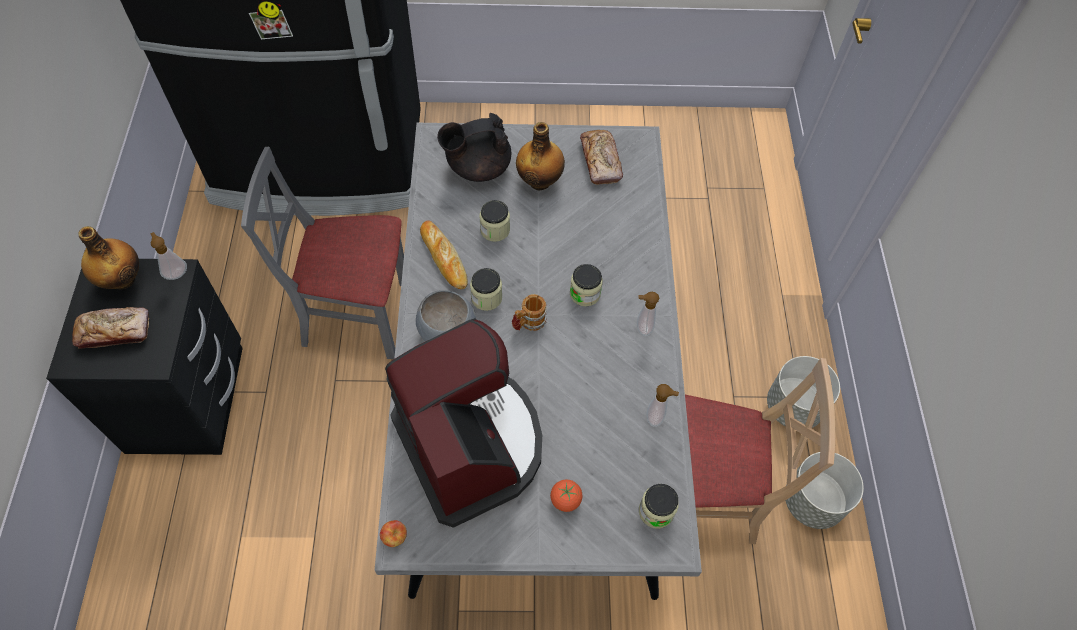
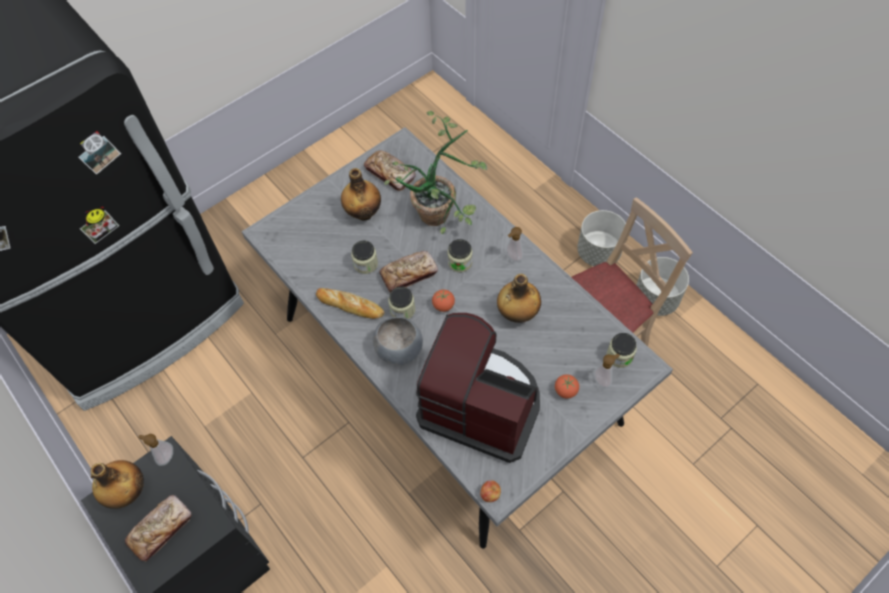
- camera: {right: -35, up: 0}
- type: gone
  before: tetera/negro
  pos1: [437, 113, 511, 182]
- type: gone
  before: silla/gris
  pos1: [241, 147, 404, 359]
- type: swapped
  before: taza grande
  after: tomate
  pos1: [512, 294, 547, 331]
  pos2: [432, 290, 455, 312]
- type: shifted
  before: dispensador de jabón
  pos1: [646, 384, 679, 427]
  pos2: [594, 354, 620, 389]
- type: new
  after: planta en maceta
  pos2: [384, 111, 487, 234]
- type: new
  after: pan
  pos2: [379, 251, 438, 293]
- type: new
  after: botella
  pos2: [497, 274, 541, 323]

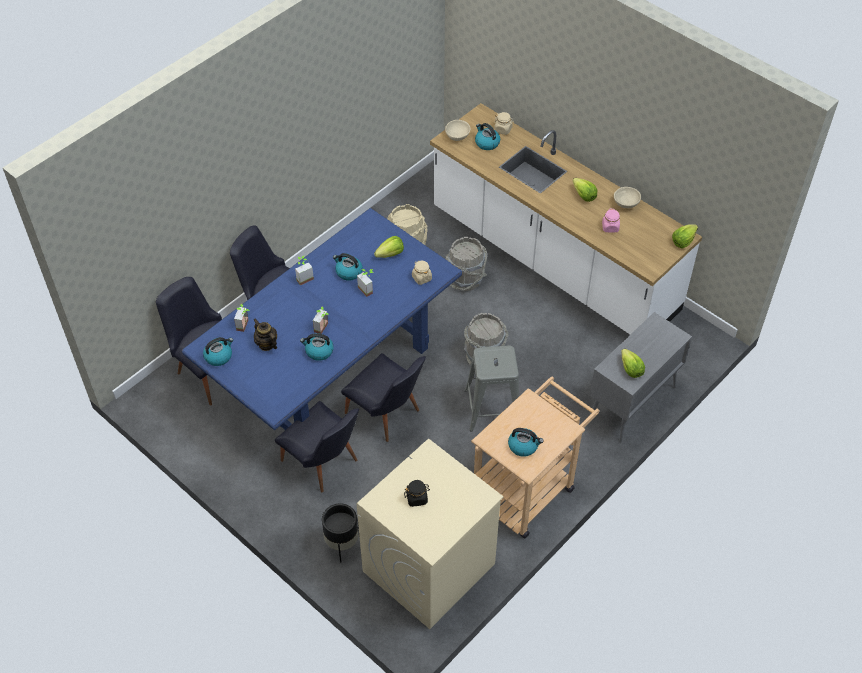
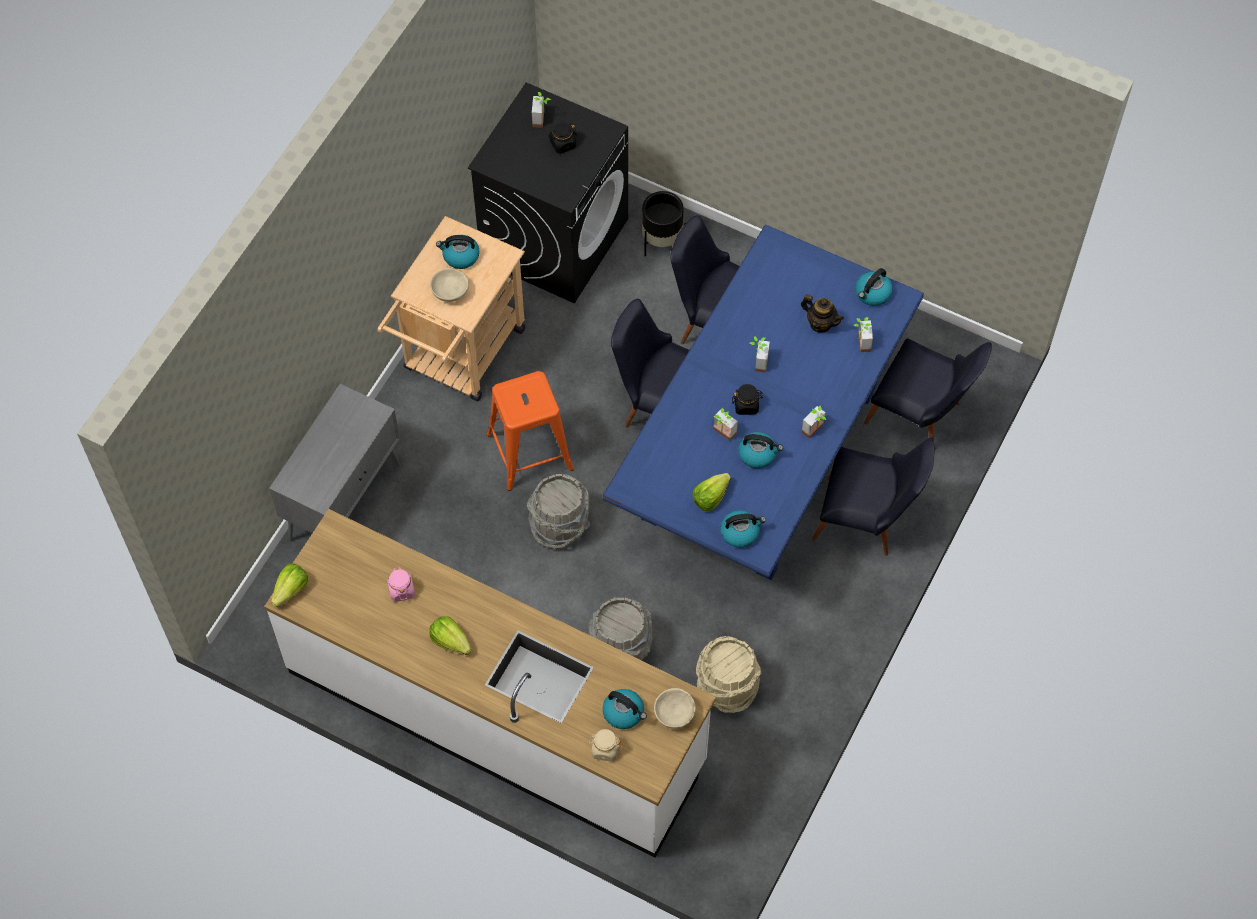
- camera: {right: 165, up: 10}
- type: shifted
  before: cuenco/beis
  pos1: [614, 187, 641, 208]
  pos2: [430, 268, 469, 302]
- type: gone
  before: tarro/beis
  pos1: [412, 260, 432, 285]
- type: shifted
  before: hervidor
  pos1: [300, 333, 334, 361]
  pos2: [720, 510, 766, 548]
- type: repainted
  before: taburete/gris
  after: taburete/naranja
  pos1: [464, 345, 519, 432]
  pos2: [486, 371, 574, 491]
- type: gone
  before: lechuga
  pos1: [621, 349, 645, 378]
- type: repainted
  before: lavadora/beis
  after: lavadora/negro
  pos1: [356, 439, 504, 629]
  pos2: [468, 82, 628, 303]
- type: new
  after: planta en maceta
  pos2: [532, 92, 551, 128]
- type: new
  after: tarro/negro
  pos2: [732, 384, 763, 415]

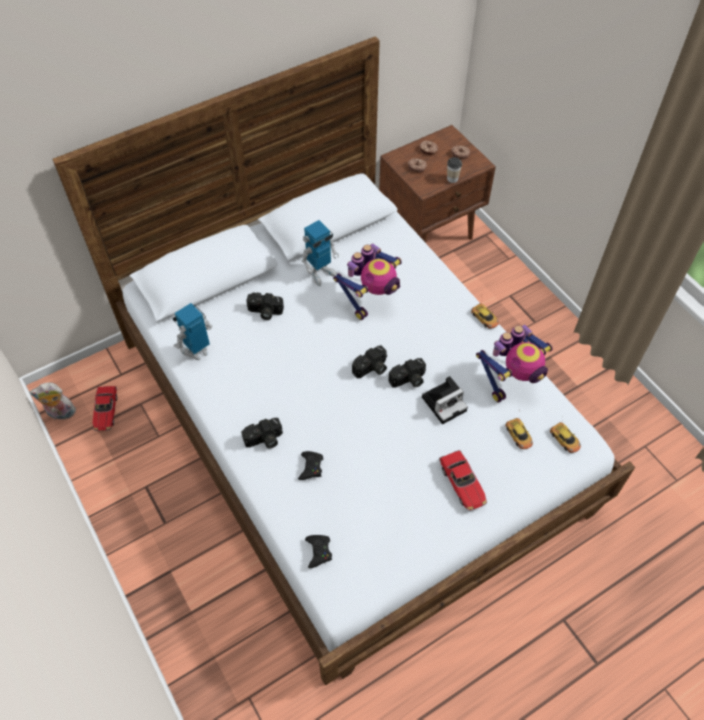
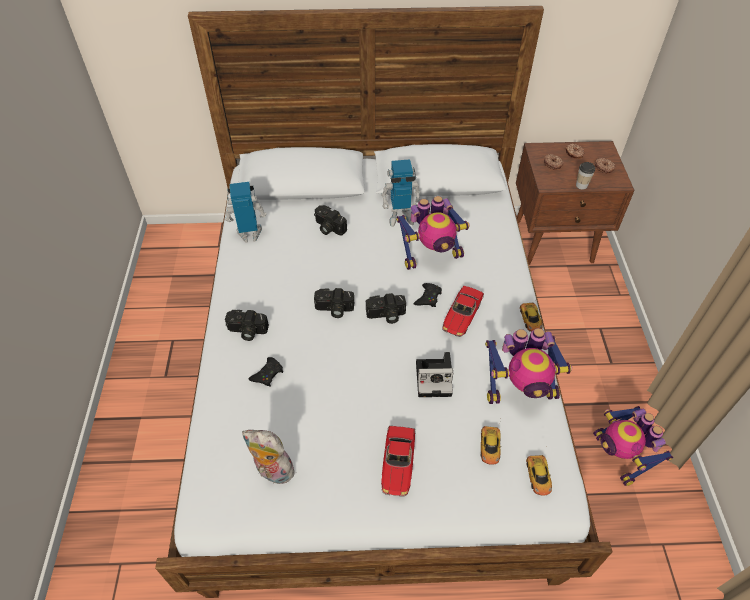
- camera: {right: 30, up: -5}
- type: shifted
  before: cámara
  pos1: [389, 358, 426, 388]
  pos2: [314, 288, 354, 318]
- type: shifted
  before: peluche
  pos1: [29, 382, 76, 420]
  pos2: [242, 430, 295, 484]
- type: shifted
  before: coche de juguete
  pos1: [93, 386, 117, 431]
  pos2: [442, 286, 484, 337]
- type: shifted
  before: mando de consola/negro
  pos1: [305, 535, 332, 568]
  pos2: [413, 283, 442, 307]
- type: new
  after: robot de juguete
  pos2: [593, 406, 673, 486]

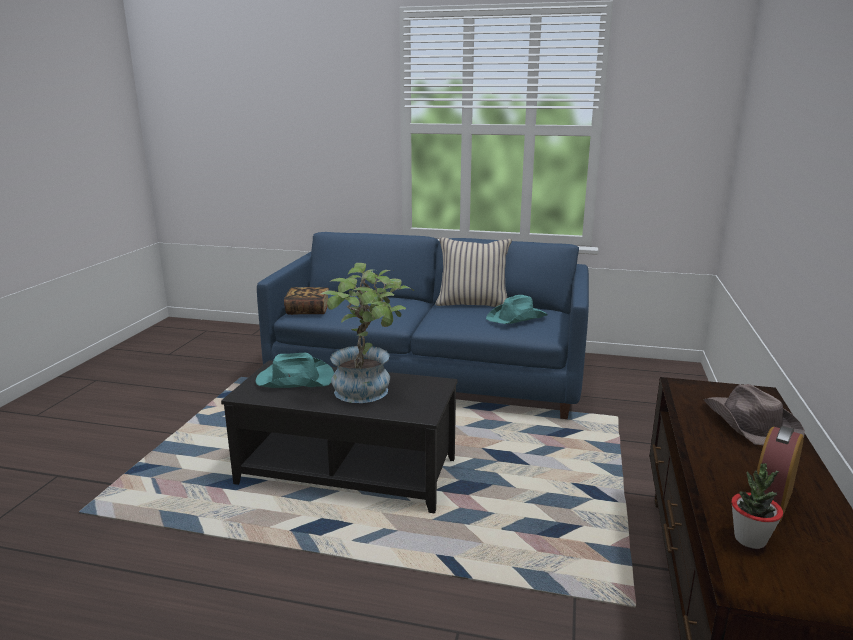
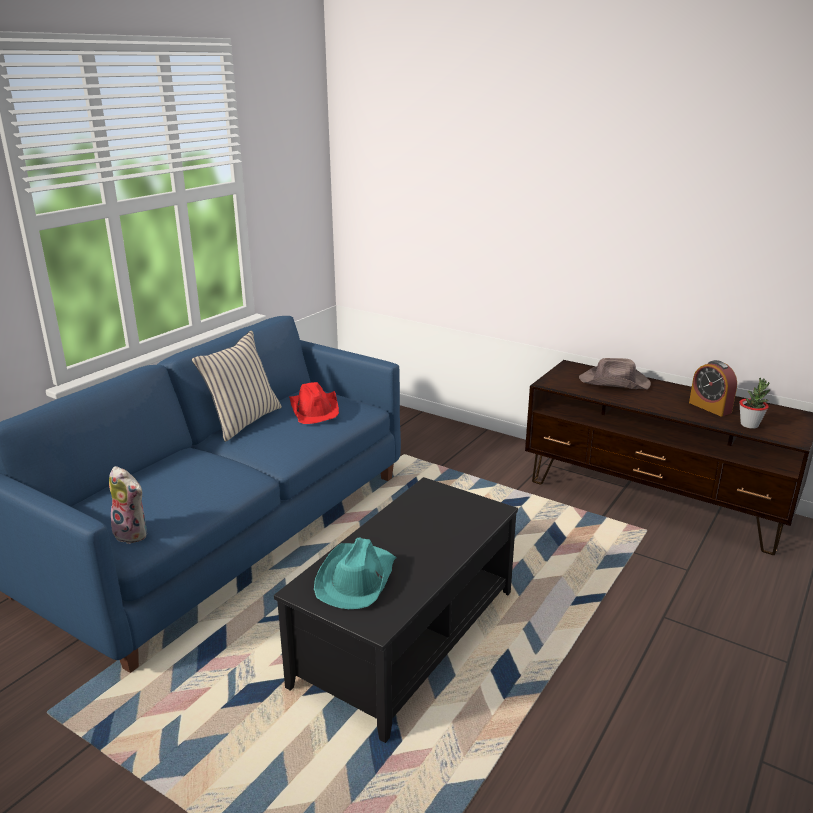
- camera: {right: -70, up: 5}
- type: gone
  before: planta en maceta
  pos1: [320, 263, 414, 403]
- type: swapped
  before: libro
  after: peluche
  pos1: [284, 287, 329, 315]
  pos2: [109, 466, 147, 544]
- type: repainted
  before: sombrero/turquesa
  after: sombrero/rojo
  pos1: [486, 295, 547, 324]
  pos2: [289, 382, 339, 424]

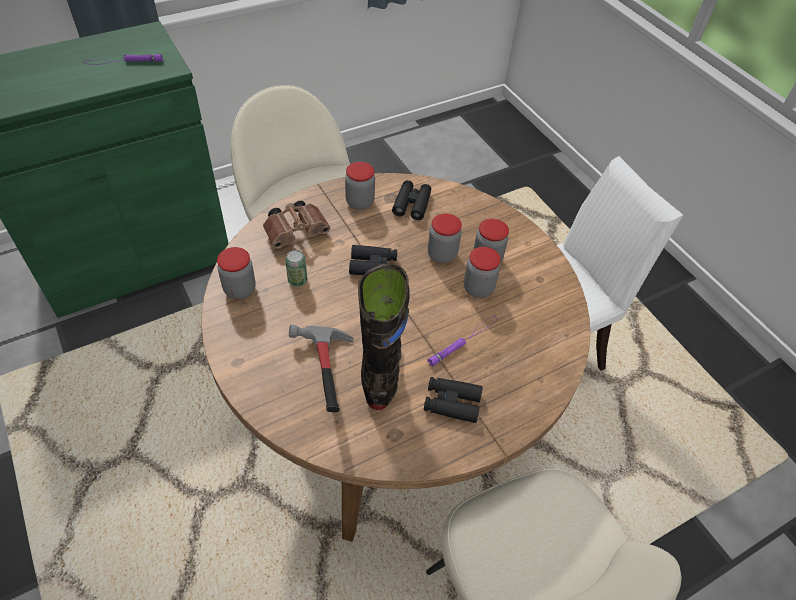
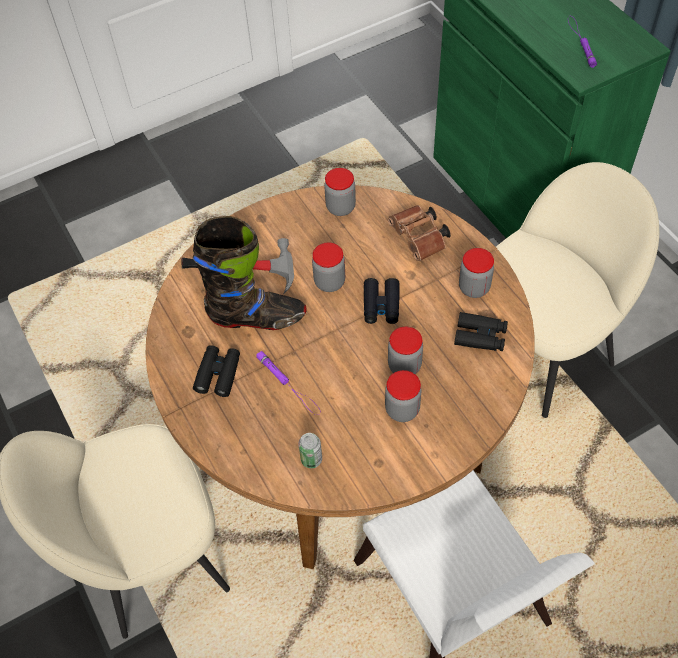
- camera: {right: 95, up: 5}
- type: shifted
  before: tarro
  pos1: [464, 247, 501, 298]
  pos2: [312, 242, 345, 292]
- type: shifted
  before: lata
  pos1: [285, 250, 307, 287]
  pos2: [298, 433, 322, 468]

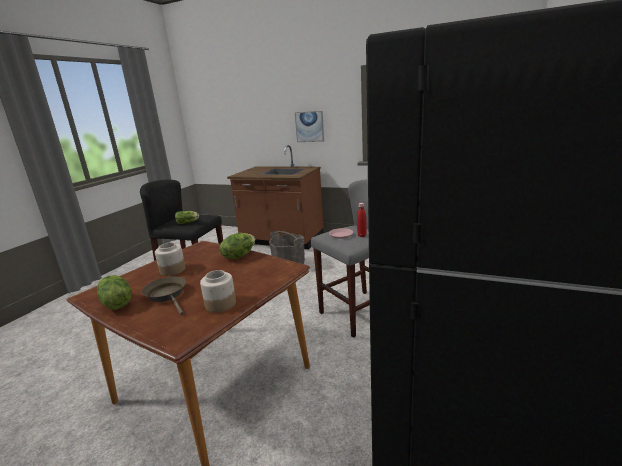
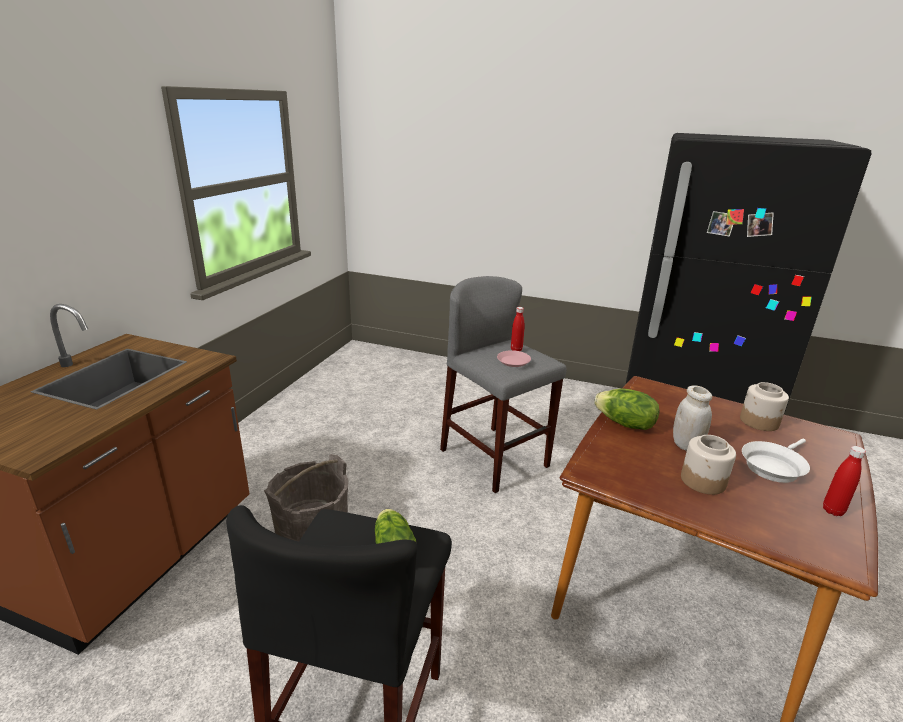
- camera: {right: -95, up: 5}
- type: gone
  before: cuadro
  pos1: [295, 111, 324, 142]
- type: swapped
  before: lechuga
  after: botella/rojo
  pos1: [97, 275, 132, 310]
  pos2: [823, 446, 866, 516]
- type: repainted
  before: sartén/marrón
  after: sartén/blanco
  pos1: [142, 276, 186, 315]
  pos2: [742, 439, 810, 483]
- type: new
  after: tarro/blanco
  pos2: [673, 385, 712, 451]

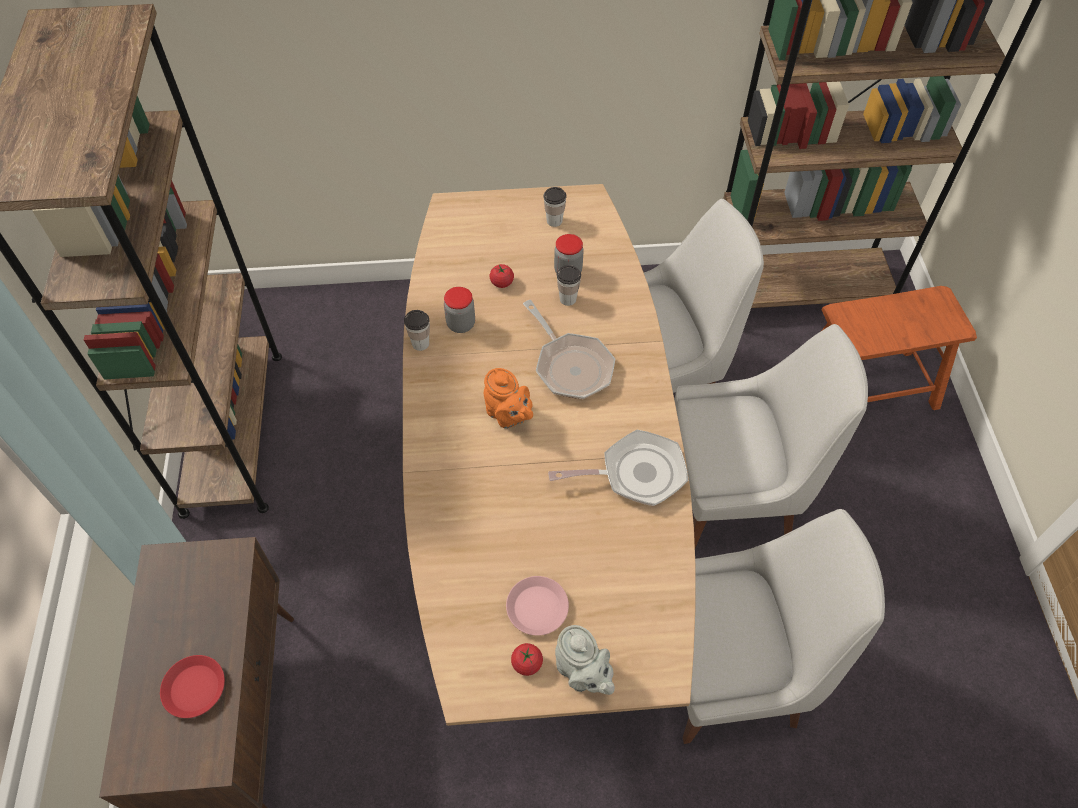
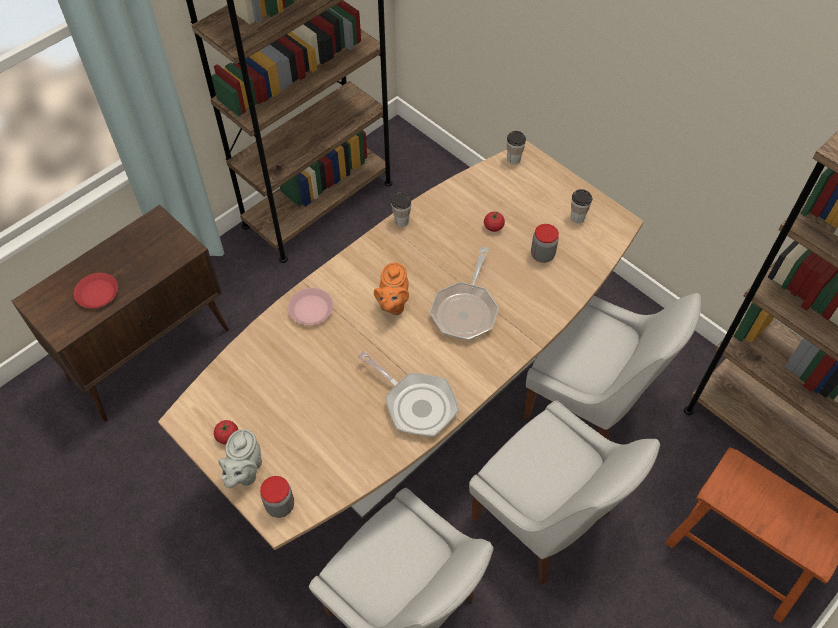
- camera: {right: 50, up: 0}
- type: shifted
  before: taza
  pos1: [557, 265, 581, 306]
  pos2: [507, 131, 526, 164]
- type: shifted
  before: tarro
  pos1: [444, 287, 475, 333]
  pos2: [260, 476, 294, 518]
- type: shifted
  before: plato/rosa
  pos1: [506, 576, 569, 636]
  pos2: [288, 288, 333, 325]

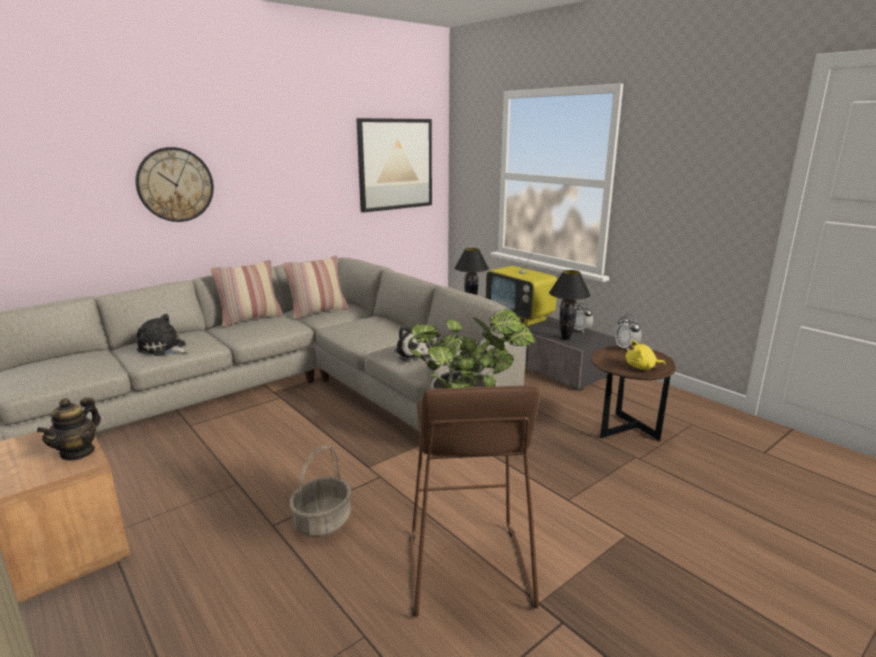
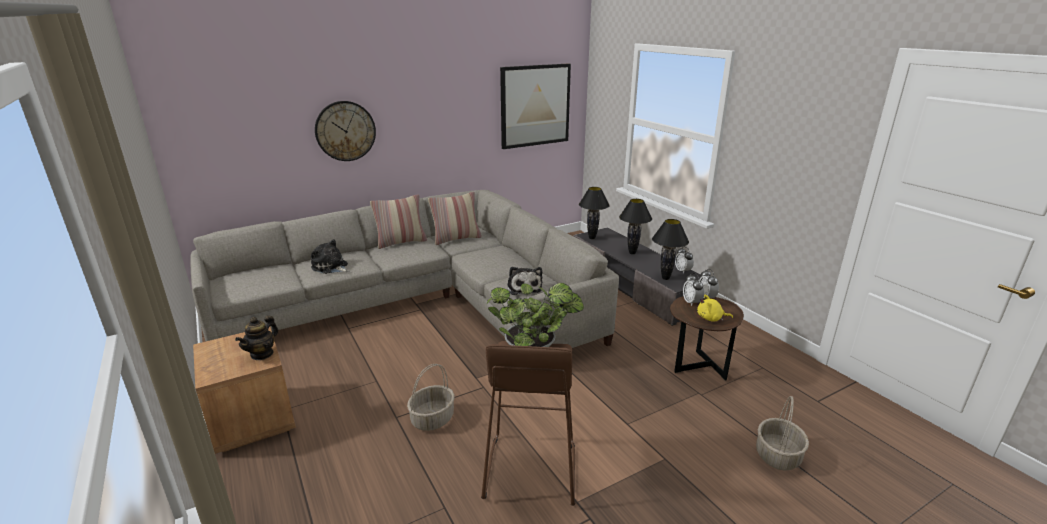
- camera: {right: 10, up: 5}
- type: swapped
  before: televisor
  after: lámpara de mesa/negro
  pos1: [486, 243, 558, 326]
  pos2: [619, 199, 652, 254]
- type: new
  after: despertador
  pos2: [683, 273, 704, 306]
- type: new
  after: cesta
  pos2: [756, 396, 809, 471]

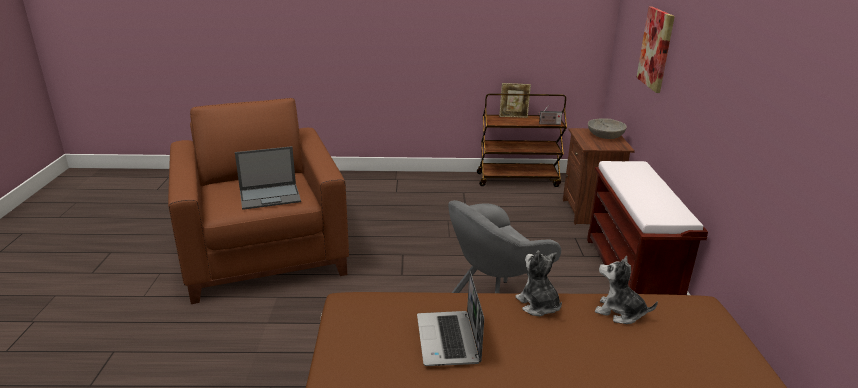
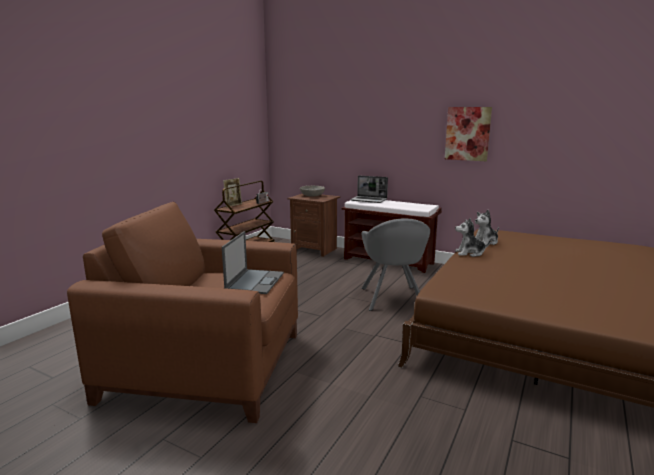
- camera: {right: -60, up: -10}
- type: shifted
  before: cuadro
  pos1: [636, 7, 675, 93]
  pos2: [445, 107, 492, 161]
- type: shifted
  before: portátil
  pos1: [417, 271, 484, 366]
  pos2: [350, 175, 388, 203]

